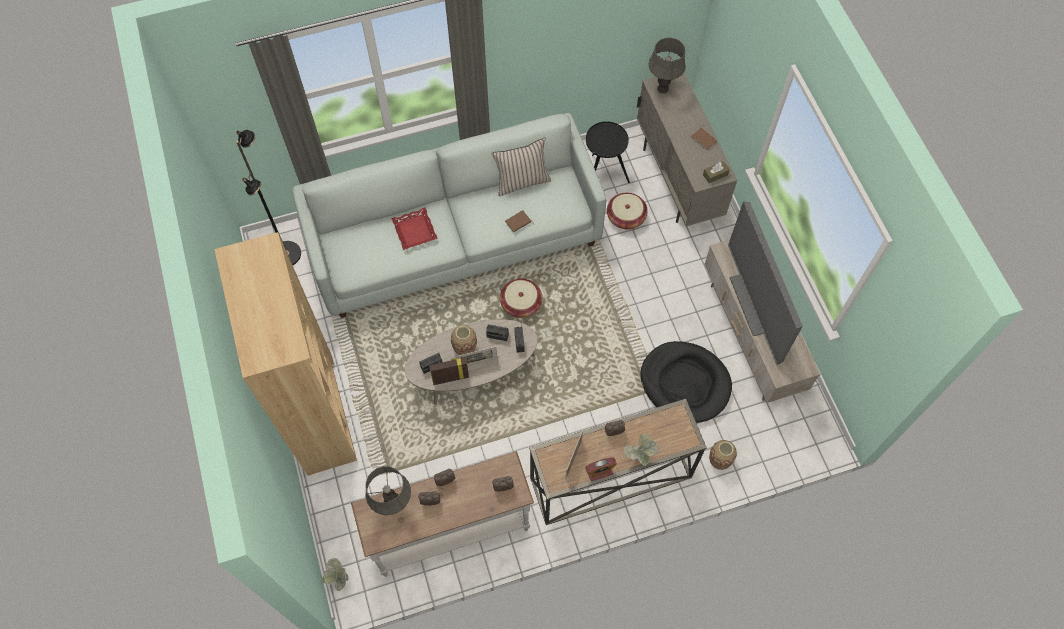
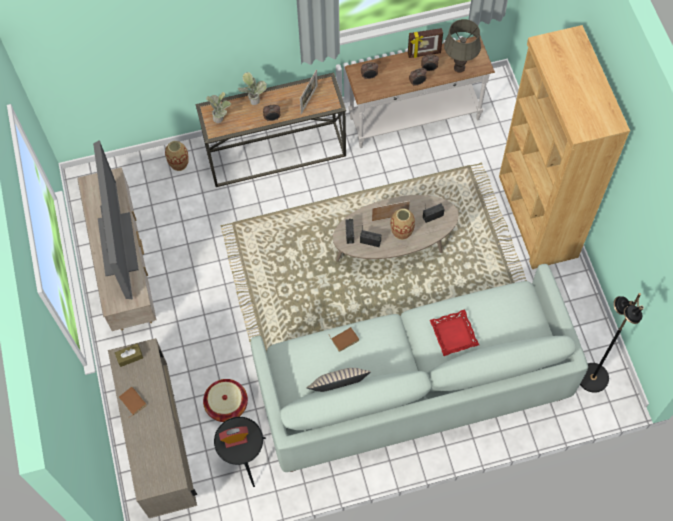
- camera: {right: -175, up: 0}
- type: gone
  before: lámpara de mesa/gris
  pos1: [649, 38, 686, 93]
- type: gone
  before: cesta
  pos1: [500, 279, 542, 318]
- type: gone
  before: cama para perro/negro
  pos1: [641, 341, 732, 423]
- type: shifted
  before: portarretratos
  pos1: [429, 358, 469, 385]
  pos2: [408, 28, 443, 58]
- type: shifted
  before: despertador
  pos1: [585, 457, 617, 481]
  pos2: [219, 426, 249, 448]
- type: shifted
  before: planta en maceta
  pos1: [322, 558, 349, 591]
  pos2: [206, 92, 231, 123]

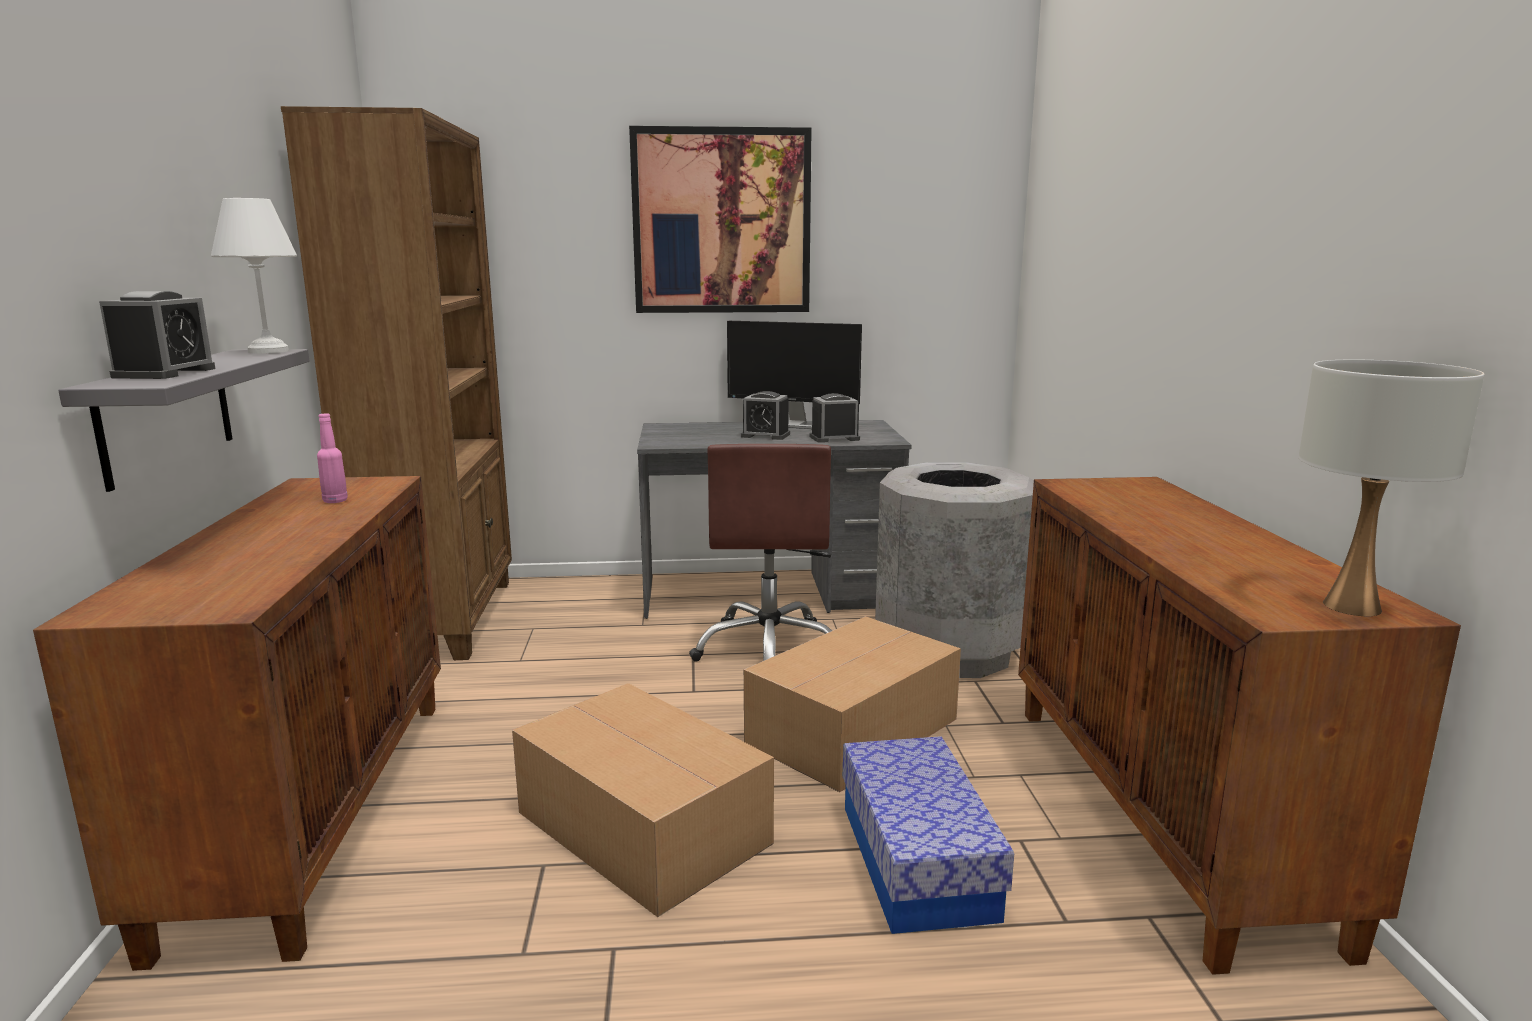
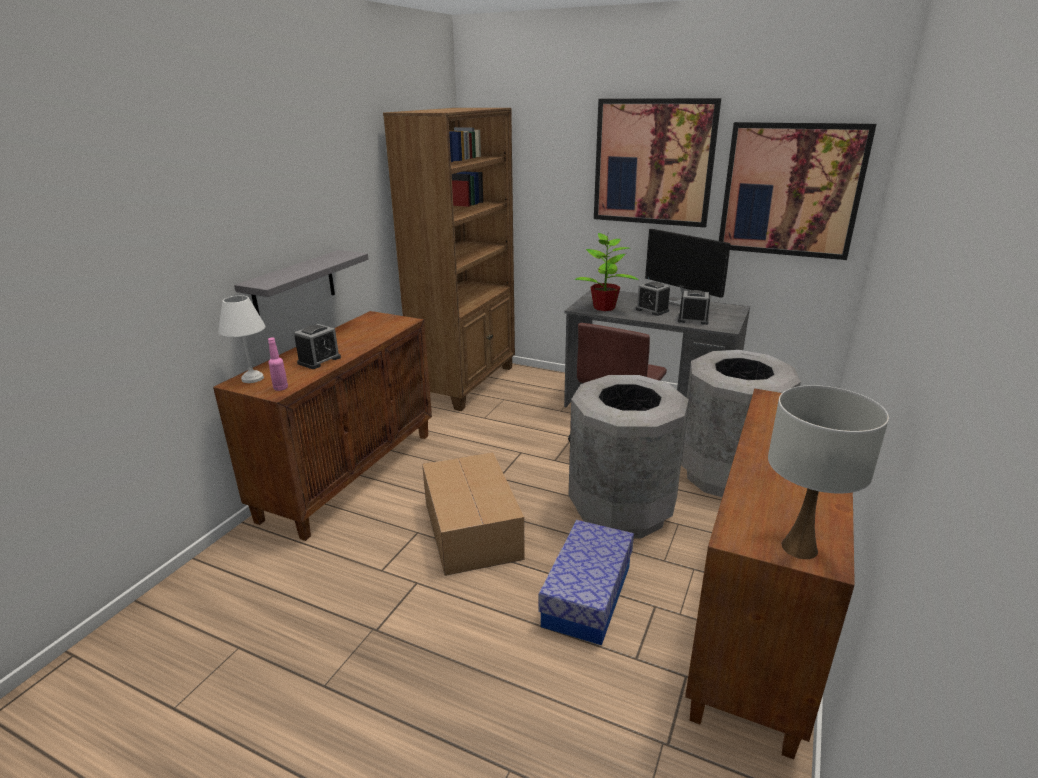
- camera: {right: 30, up: 10}
- type: shifted
  before: lámpara de mesa/blanco
  pos1: [211, 198, 297, 354]
  pos2: [218, 295, 266, 383]
- type: shifted
  before: despertador
  pos1: [99, 291, 216, 379]
  pos2: [294, 324, 341, 369]
- type: shifted
  before: botella/rosa
  pos1: [317, 413, 348, 503]
  pos2: [268, 337, 288, 391]
- type: swapped
  before: caja de cartón
  after: papelera/gris
  pos1: [744, 616, 961, 792]
  pos2: [569, 375, 689, 538]
- type: new
  after: cuadro
  pos2: [719, 122, 876, 260]
- type: new
  after: planta en maceta
  pos2: [574, 233, 639, 311]

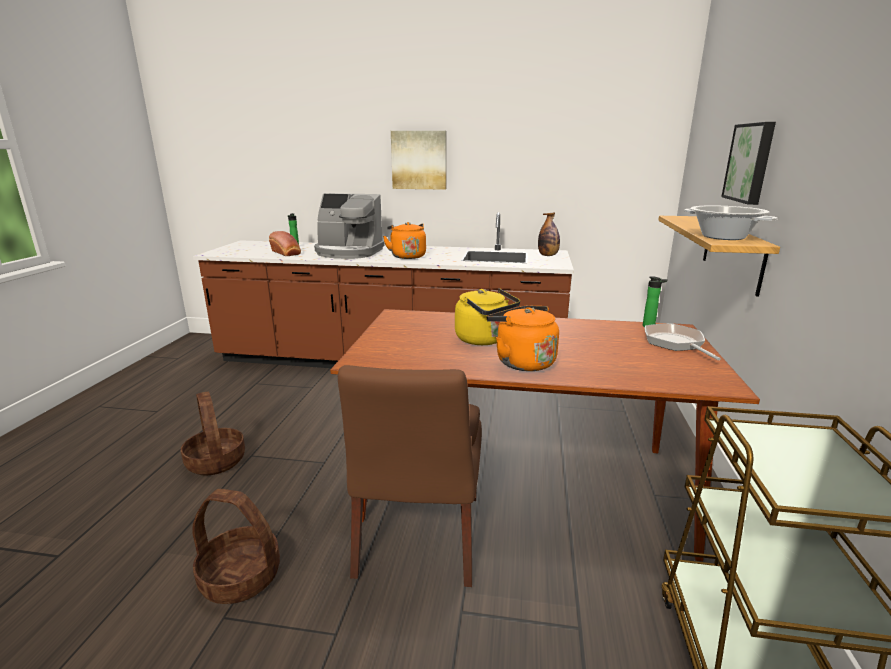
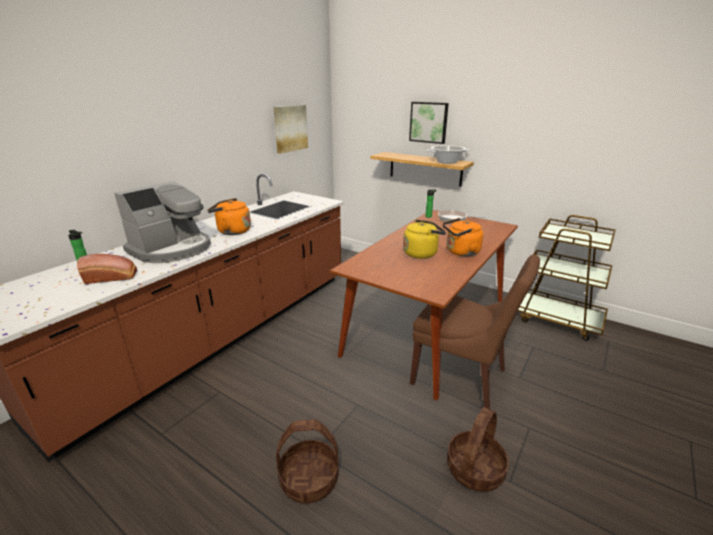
- camera: {right: -65, up: 5}
- type: shifted
  before: cuadro
  pos1: [391, 131, 446, 190]
  pos2: [273, 105, 308, 154]
- type: gone
  before: botella
  pos1: [538, 212, 560, 256]

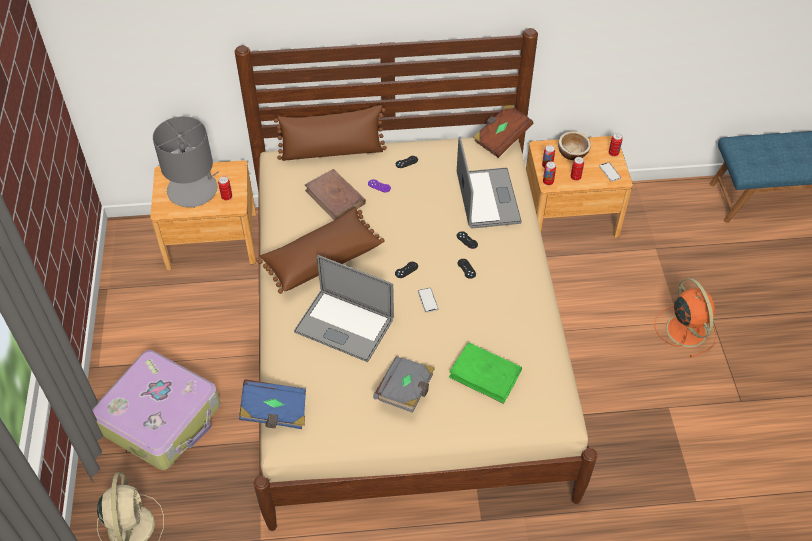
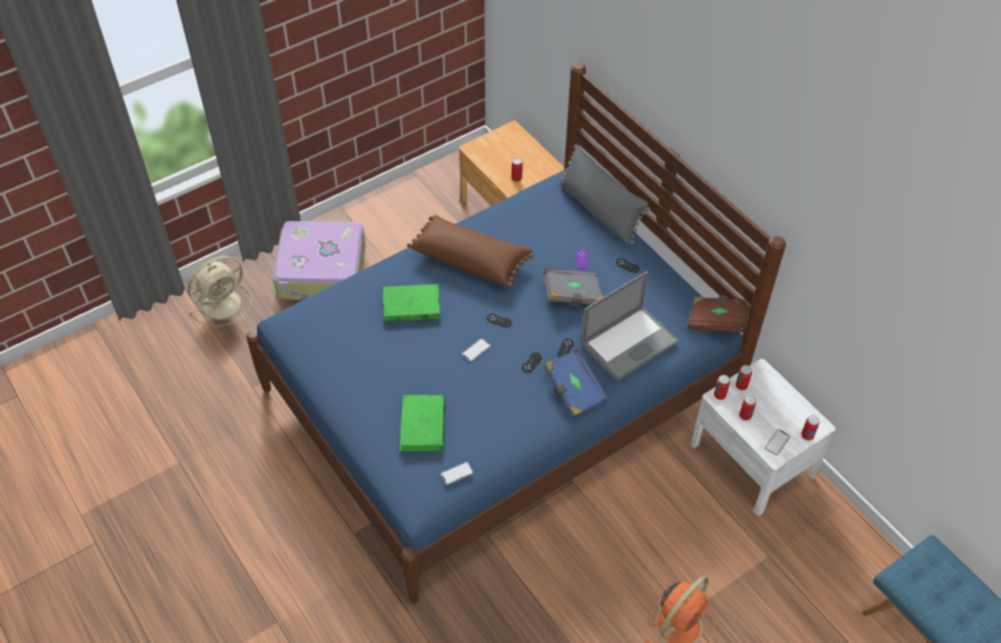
- camera: {right: 60, up: 0}
- type: repainted
  before: cama/beis
  after: cama/azul
  pos1: [235, 28, 597, 531]
  pos2: [246, 62, 786, 604]
- type: repainted
  before: cojín/marrón
  after: cojín/gris
  pos1: [274, 105, 387, 161]
  pos2: [560, 144, 650, 245]
- type: gone
  before: lámpara de mesa/gris
  pos1: [153, 116, 218, 208]
- type: gone
  before: cuenco
  pos1: [558, 131, 591, 160]
- type: repainted
  before: mesita de noche/marrón
  after: mesita de noche/blanco
  pos1: [526, 136, 633, 238]
  pos2: [691, 359, 836, 516]
- type: gone
  before: libro/marrón
  pos1: [305, 169, 366, 220]
- type: swapped
  before: portátil
  after: libro/verde
  pos1: [294, 255, 394, 362]
  pos2: [383, 284, 440, 322]
- type: shifted
  before: libro/gris
  pos1: [373, 356, 435, 413]
  pos2: [543, 268, 603, 306]
- type: shifted
  before: libro/azul
  pos1: [239, 379, 306, 429]
  pos2: [544, 348, 608, 418]
- type: new
  after: móvil
  pos2: [440, 462, 474, 485]

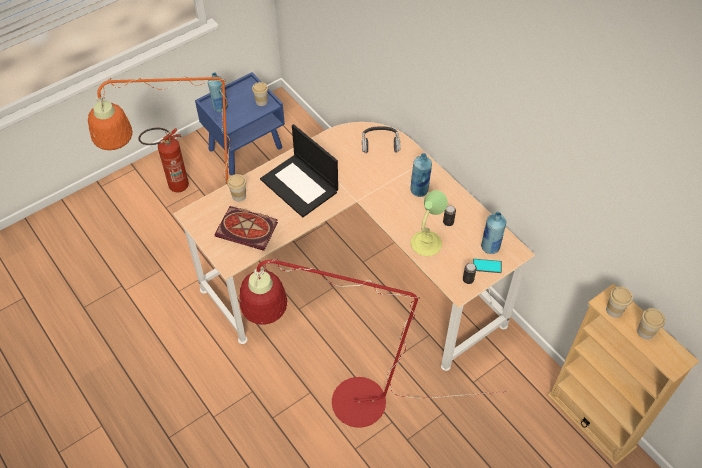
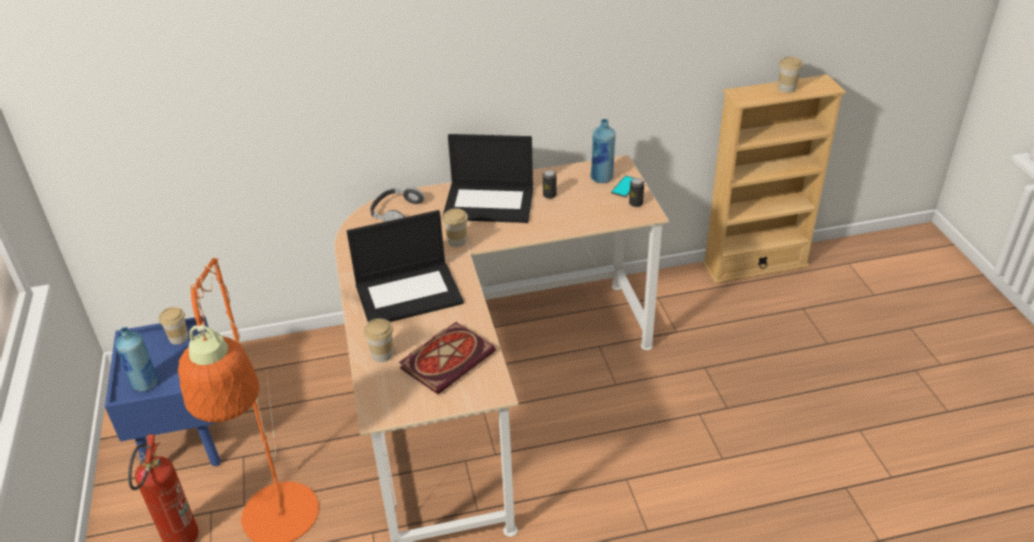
- camera: {right: -65, up: -15}
- type: swapped
  before: botella/azul
  after: portátil
  pos1: [410, 153, 432, 197]
  pos2: [442, 134, 533, 223]
- type: gone
  before: lámpara de mesa
  pos1: [411, 190, 448, 256]
- type: gone
  before: lámpara de pie/rojo
  pos1: [239, 259, 507, 428]
- type: shifted
  before: taza
  pos1: [606, 286, 633, 317]
  pos2: [442, 208, 468, 247]

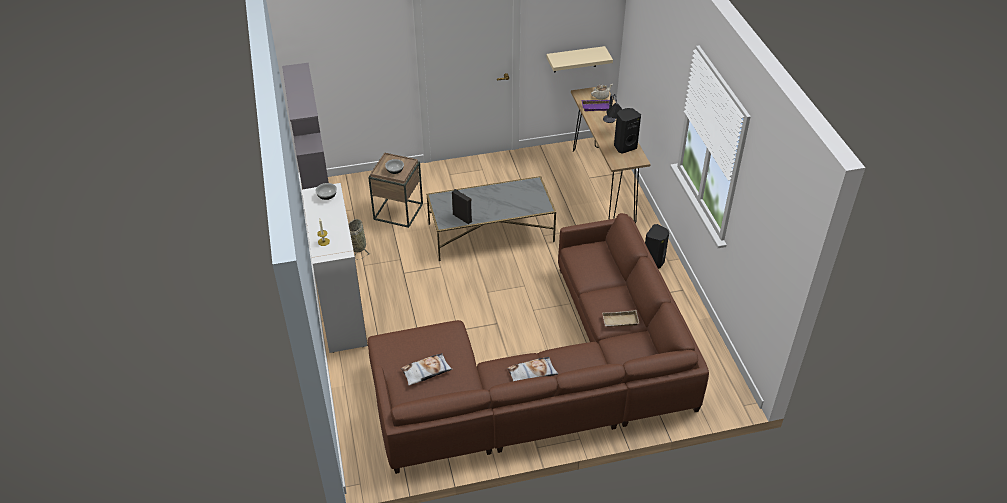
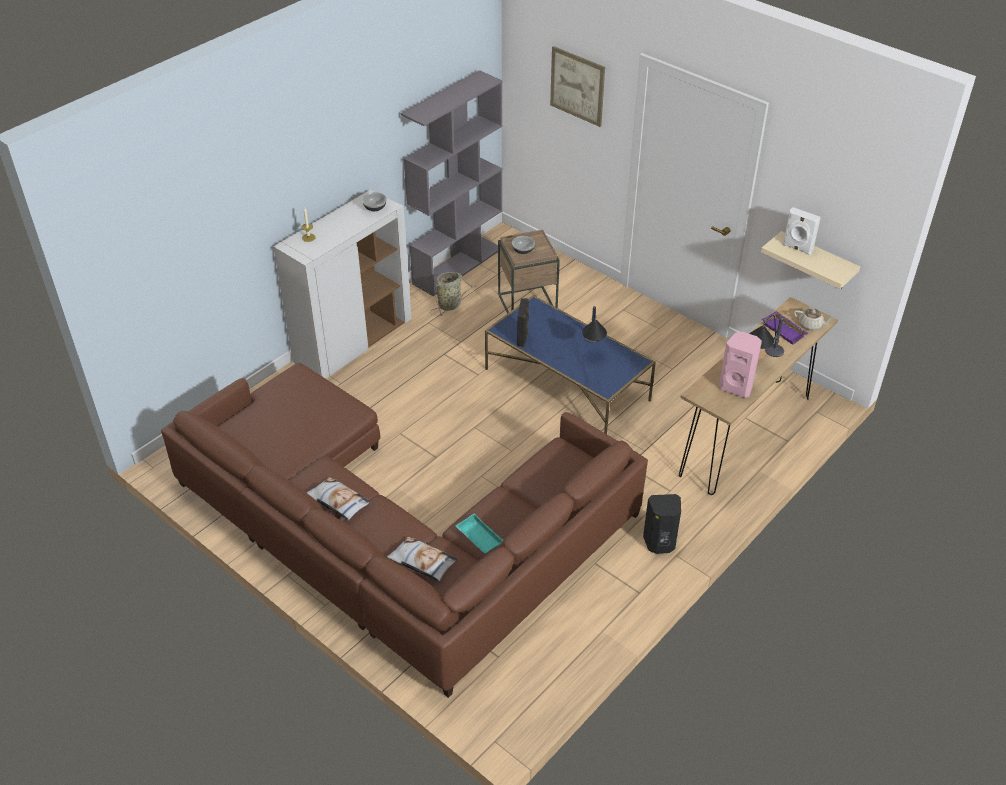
- camera: {right: 55, up: 0}
- type: repainted
  before: altavoz/negro
  after: altavoz/rosa
  pos1: [614, 108, 641, 154]
  pos2: [719, 332, 762, 398]
- type: repainted
  before: mesa de centro/gris
  after: mesa de centro/azul
  pos1: [426, 176, 556, 261]
  pos2: [485, 295, 656, 434]
- type: repainted
  before: bandeja/beis
  after: bandeja/turquesa
  pos1: [602, 310, 639, 327]
  pos2: [455, 513, 503, 554]
- type: shifted
  before: cojín
  pos1: [401, 353, 452, 385]
  pos2: [386, 536, 457, 581]
- type: new
  after: cuadro
  pos2: [550, 46, 605, 127]
- type: new
  after: altavoz/blanco
  pos2: [783, 207, 821, 255]
- type: new
  after: lámpara de mesa
  pos2: [582, 306, 607, 343]

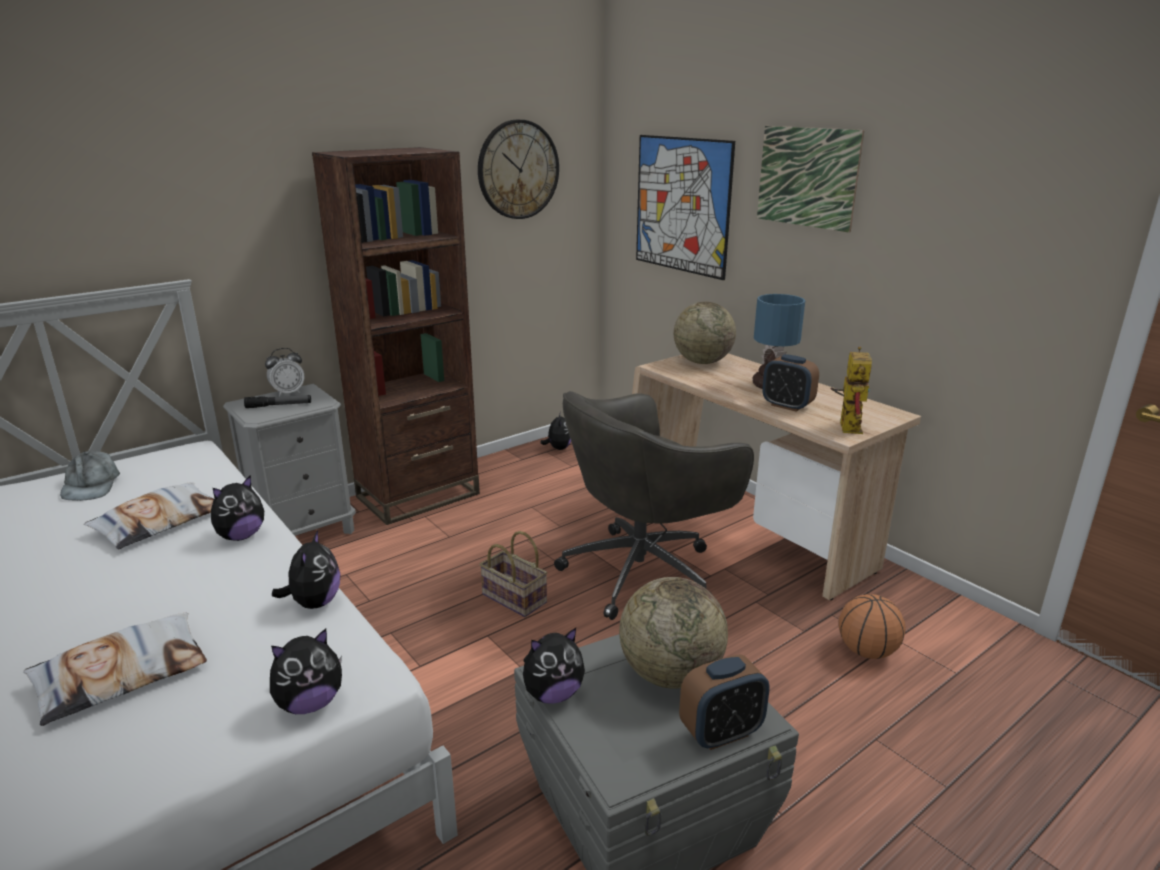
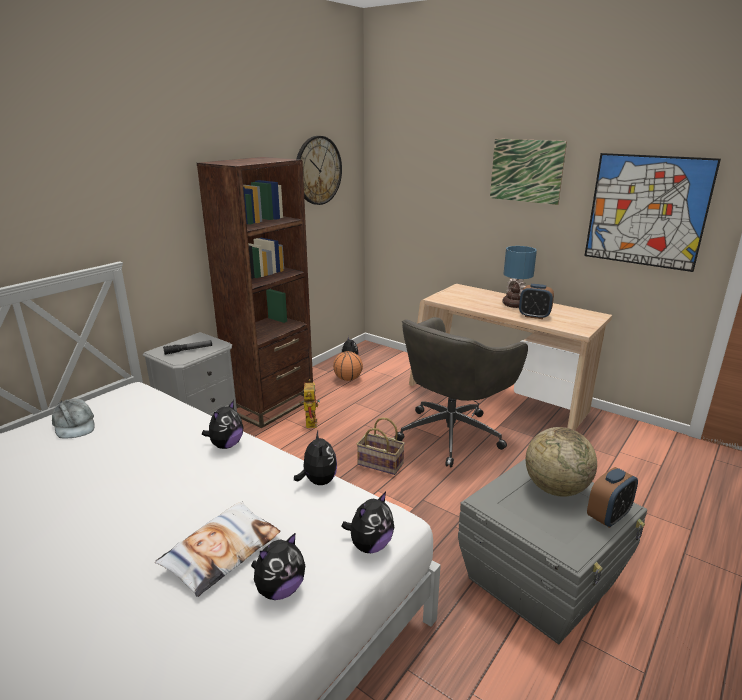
- camera: {right: -15, up: 0}
- type: shifted
  before: cuadro
  pos1: [636, 135, 735, 280]
  pos2: [584, 153, 721, 272]
- type: gone
  before: globo terráqueo
  pos1: [674, 302, 736, 364]
- type: shifted
  before: robot de juguete
  pos1: [830, 347, 872, 434]
  pos2: [299, 379, 320, 428]
- type: gone
  before: despertador
  pos1: [265, 348, 304, 397]
- type: gone
  before: cojín
  pos1: [84, 482, 214, 550]
- type: shifted
  before: balón de baloncesto
  pos1: [838, 594, 906, 659]
  pos2: [333, 351, 363, 381]
- type: shifted
  before: peluche
  pos1: [523, 628, 585, 704]
  pos2: [251, 532, 305, 600]

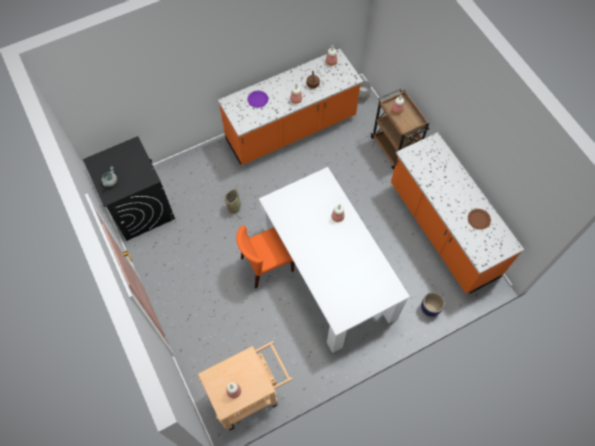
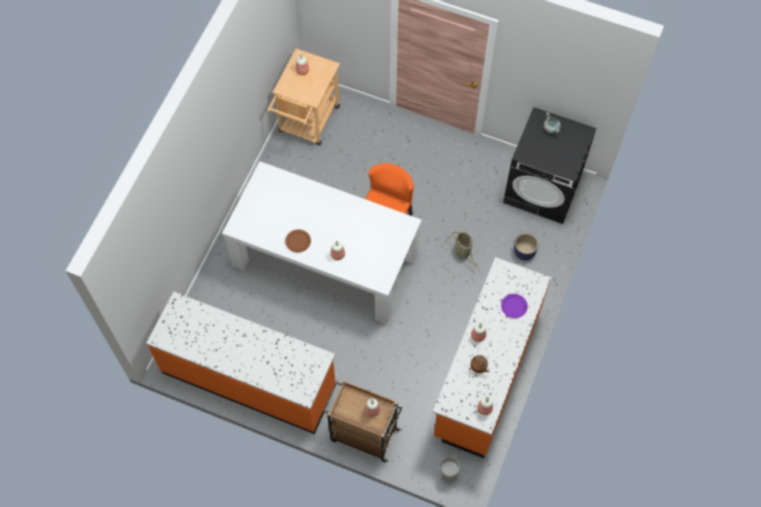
- camera: {right: 140, up: 0}
- type: shifted
  before: plato/marrón
  pos1: [468, 209, 491, 230]
  pos2: [285, 229, 311, 252]
- type: shifted
  before: maceta
  pos1: [421, 292, 445, 317]
  pos2: [514, 233, 538, 261]

